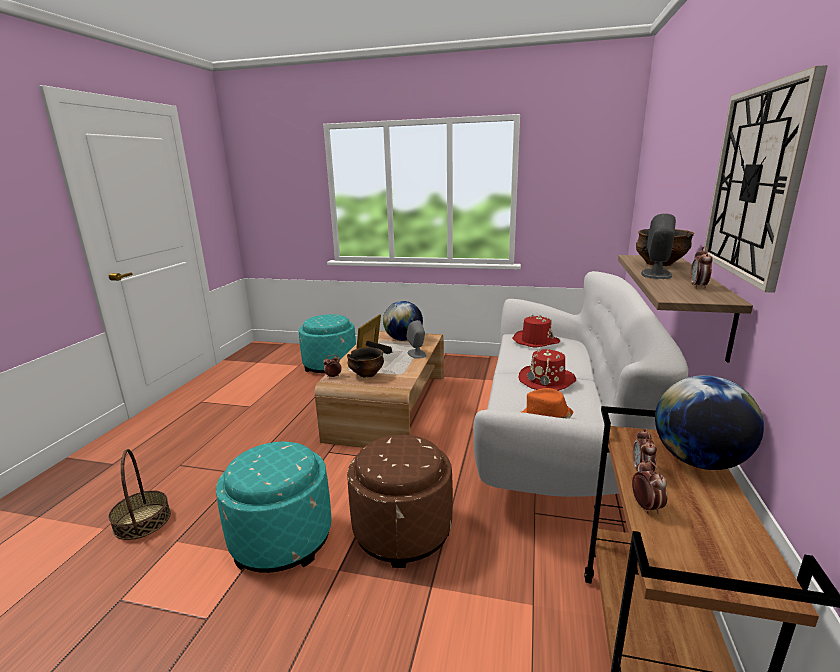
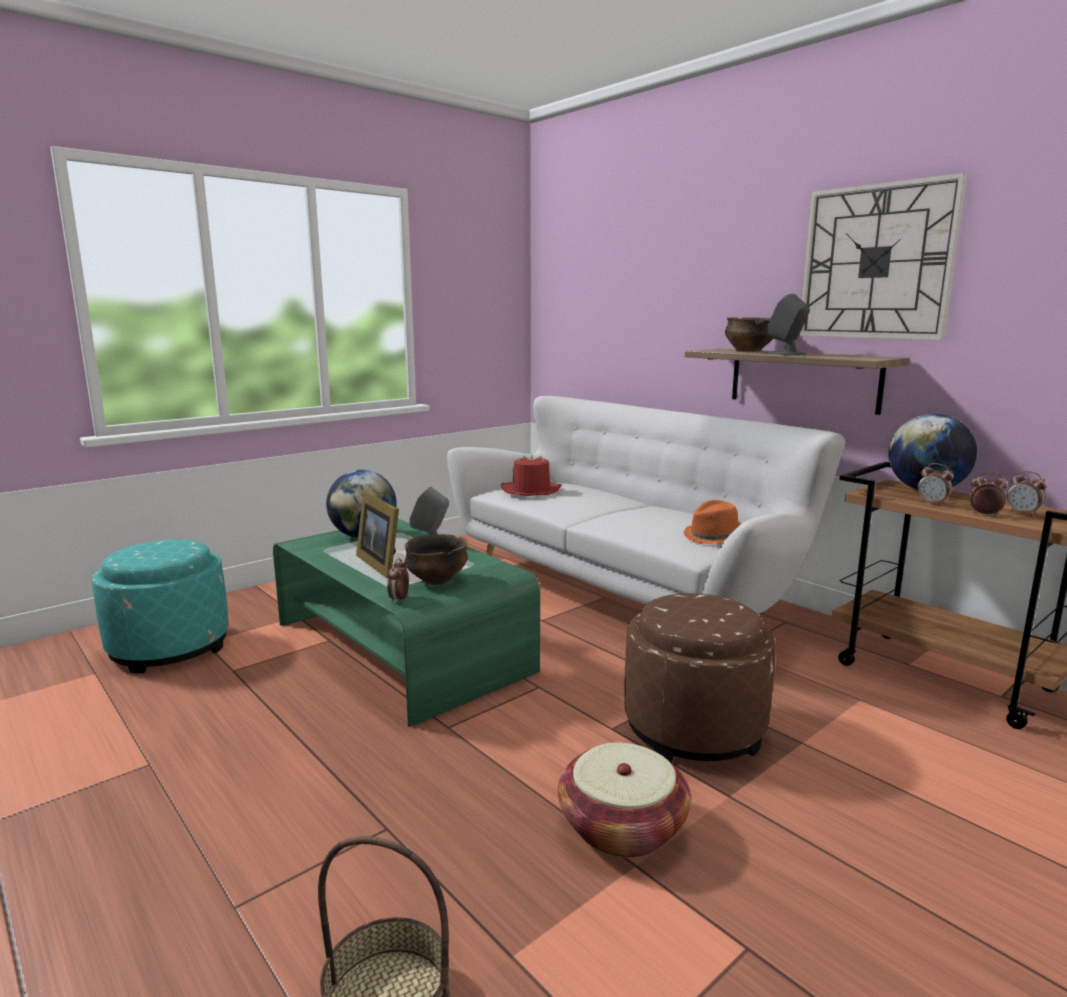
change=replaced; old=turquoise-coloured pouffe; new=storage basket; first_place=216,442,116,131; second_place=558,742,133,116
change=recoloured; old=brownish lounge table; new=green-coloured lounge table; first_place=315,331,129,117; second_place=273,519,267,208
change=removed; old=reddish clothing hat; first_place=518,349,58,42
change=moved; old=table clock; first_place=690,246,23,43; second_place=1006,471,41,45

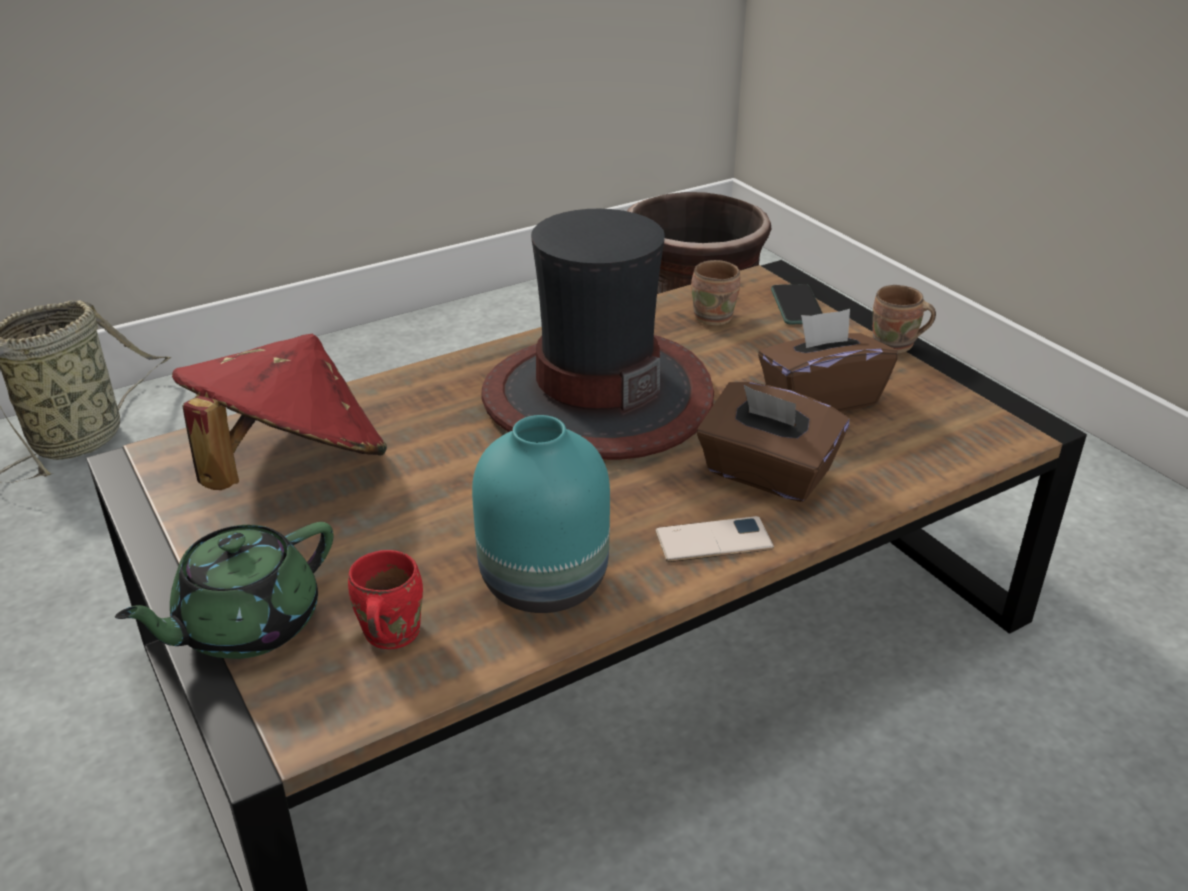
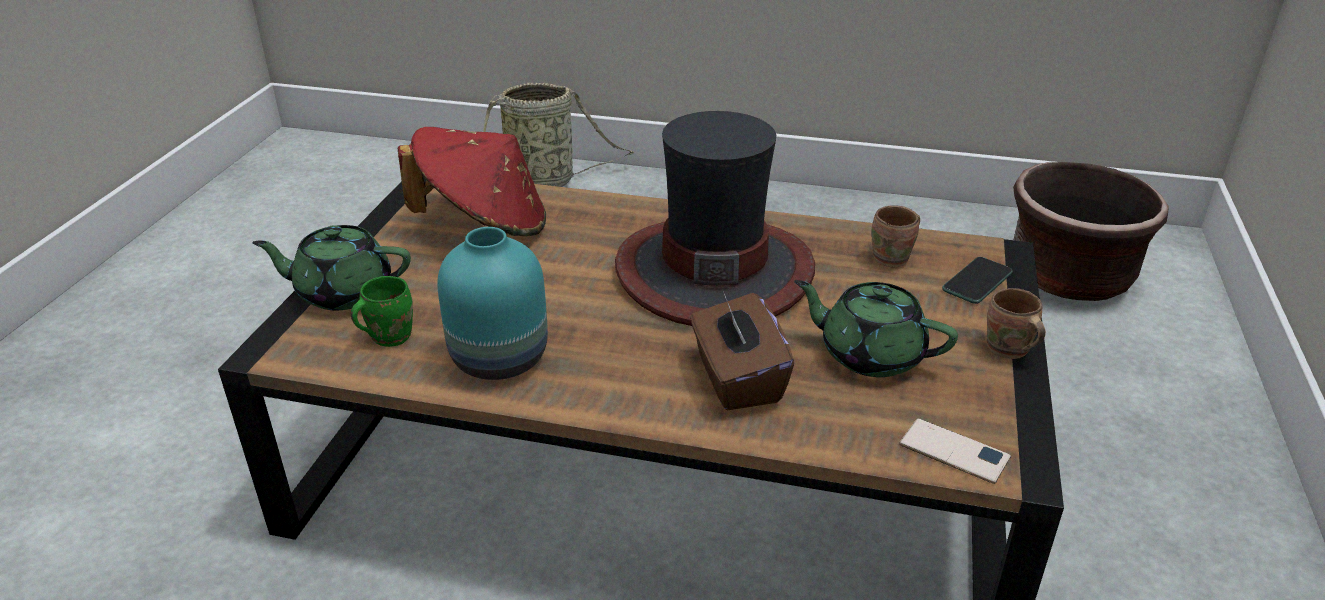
change=recoloured; old=reddish coffee mug; new=green-coloured coffee mug; first_place=348,550,75,99; second_place=351,276,62,71
change=moved; old=telephone; first_place=655,516,119,46; second_place=899,418,112,66
change=replaced; old=brownish tissue holder; new=green-coloured teapot; first_place=758,309,140,103; second_place=794,280,164,97

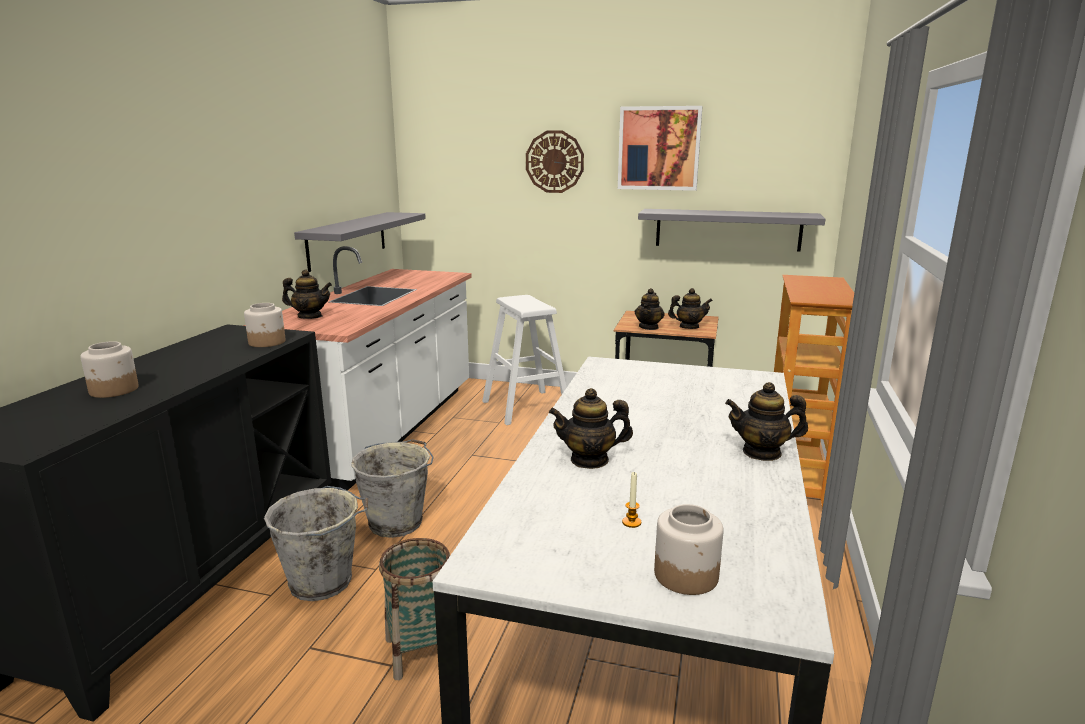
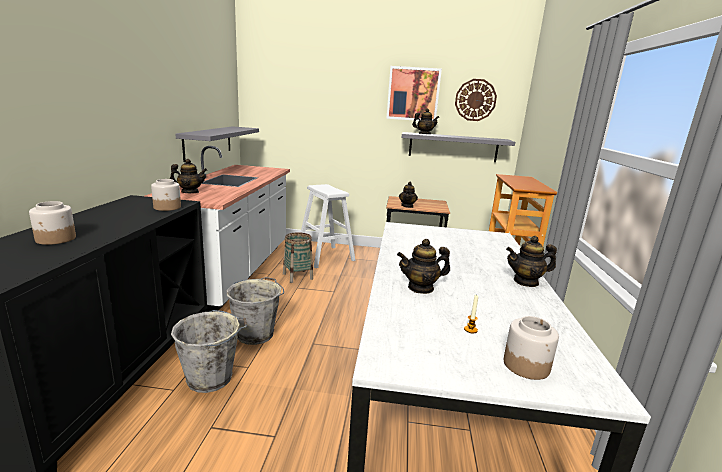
change=moved; old=storage basket; first_place=379,538,71,142; second_place=283,232,30,51
change=moved; old=wall clock; first_place=526,131,58,62; second_place=455,79,42,42
change=moved; old=teapot; first_place=668,288,45,41; second_place=412,109,27,25

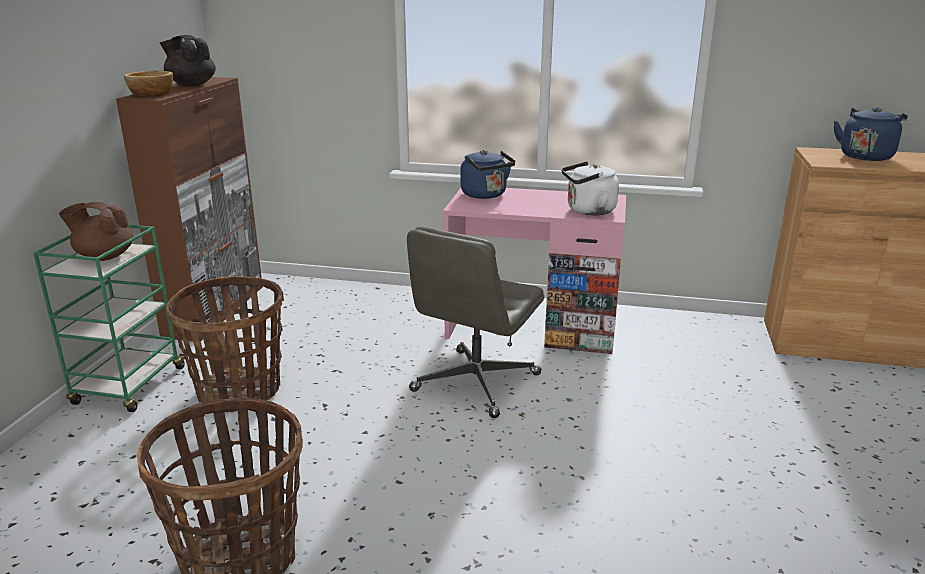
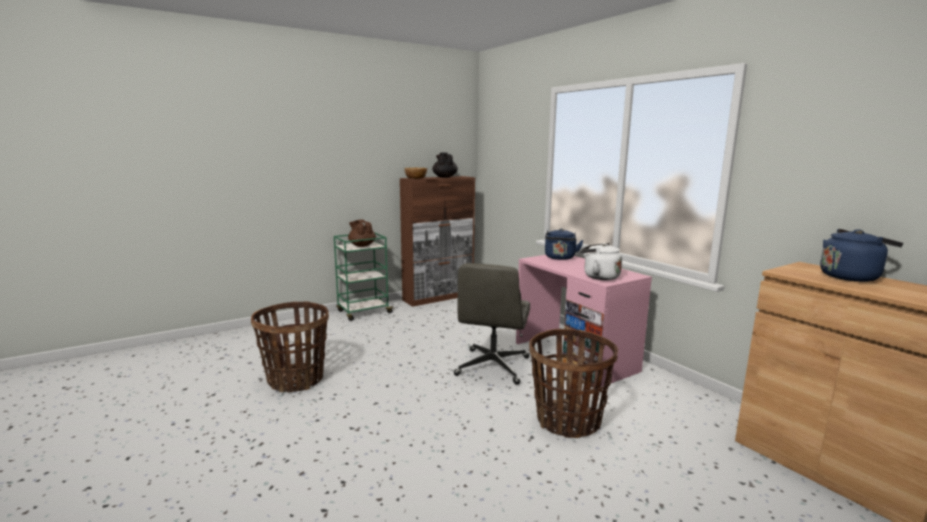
change=moved; old=storage basket; first_place=166,276,118,136; second_place=529,329,89,109
change=turned; old=gray office chair; first_place=407,227,137,191; second_place=454,263,76,122; degrees=-60

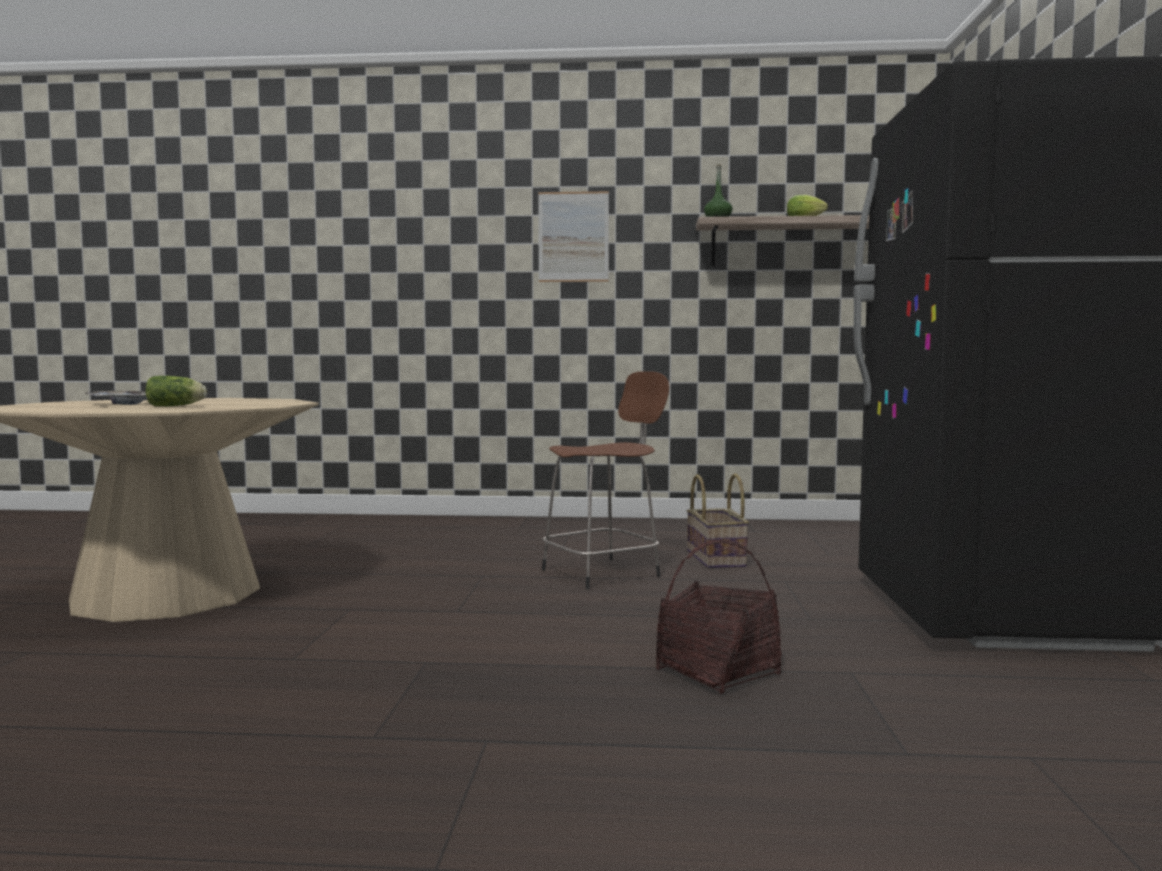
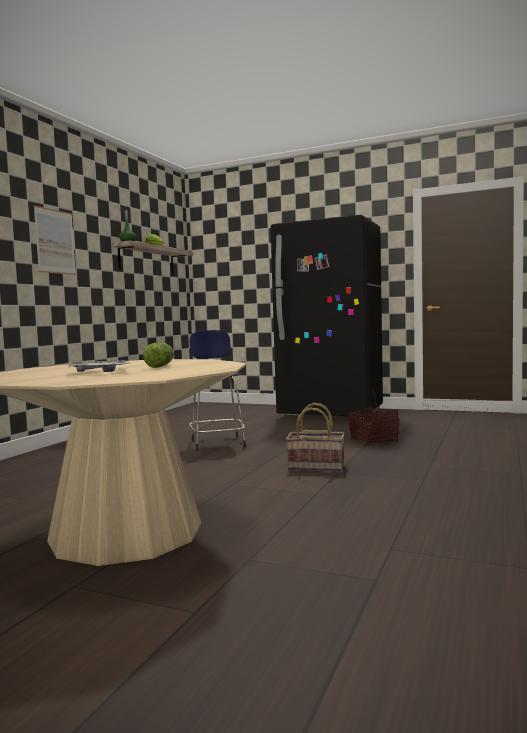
change=recoloured; old=brownish sitting stool; new=blue sitting stool; first_place=542,371,127,218; second_place=189,330,57,121
change=moved; old=storage basket; first_place=687,473,62,95; second_place=286,403,58,68

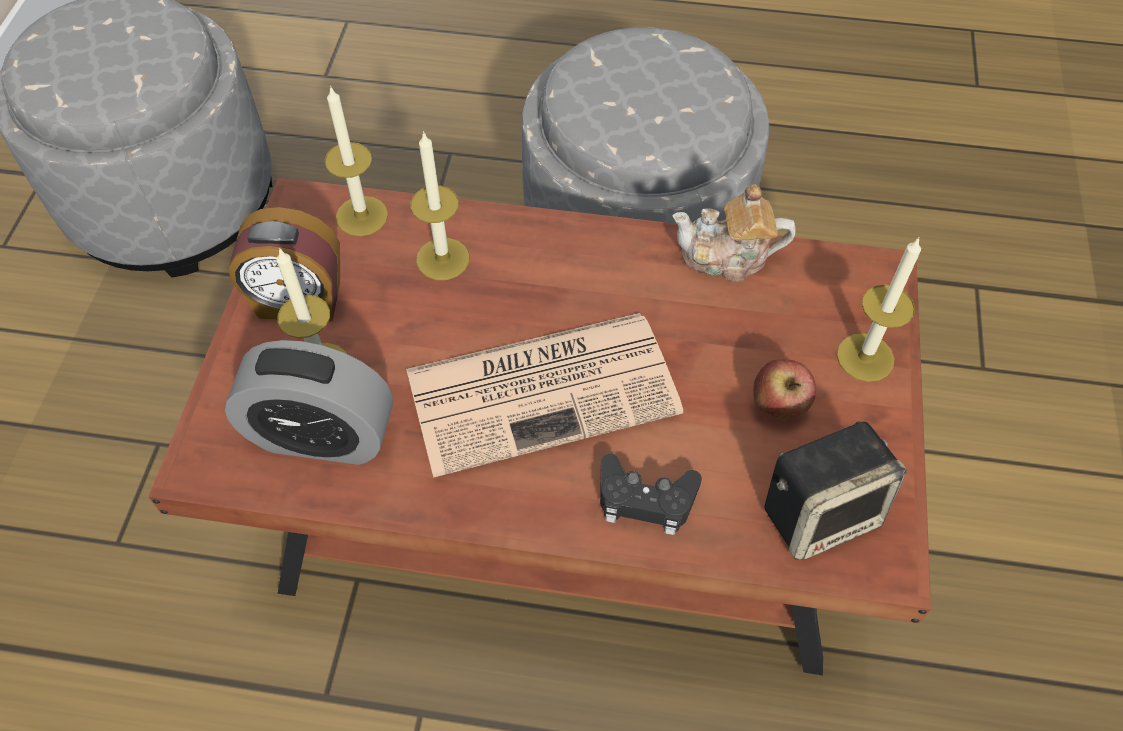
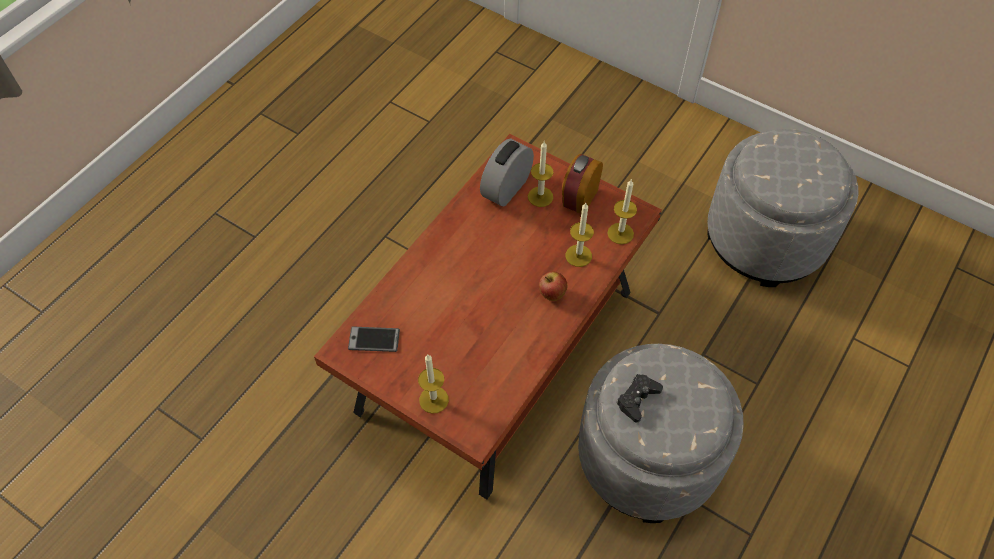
change=removed; old=daily paper; first_place=406,313,277,165
change=moved; old=blackish game controller; first_place=600,454,102,81; second_place=616,374,47,49
change=removed; old=teapot; first_place=672,184,124,98
change=moved; old=apple; first_place=753,359,63,61; second_place=539,271,29,30
change=replaced; old=loudspeaker; new=telephone; first_place=764,421,143,139; second_place=348,326,52,26

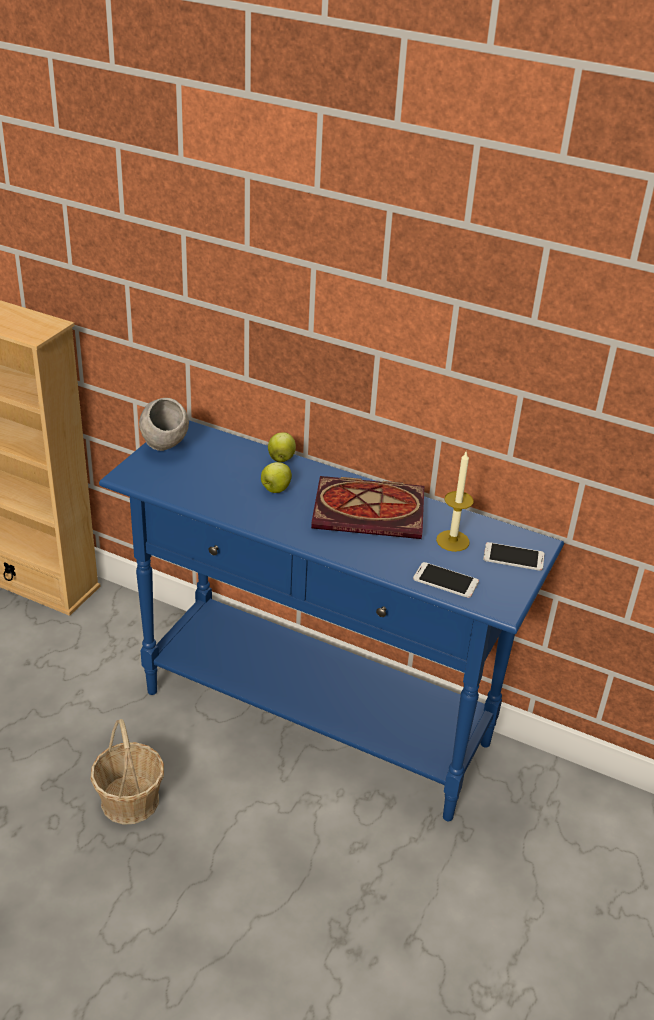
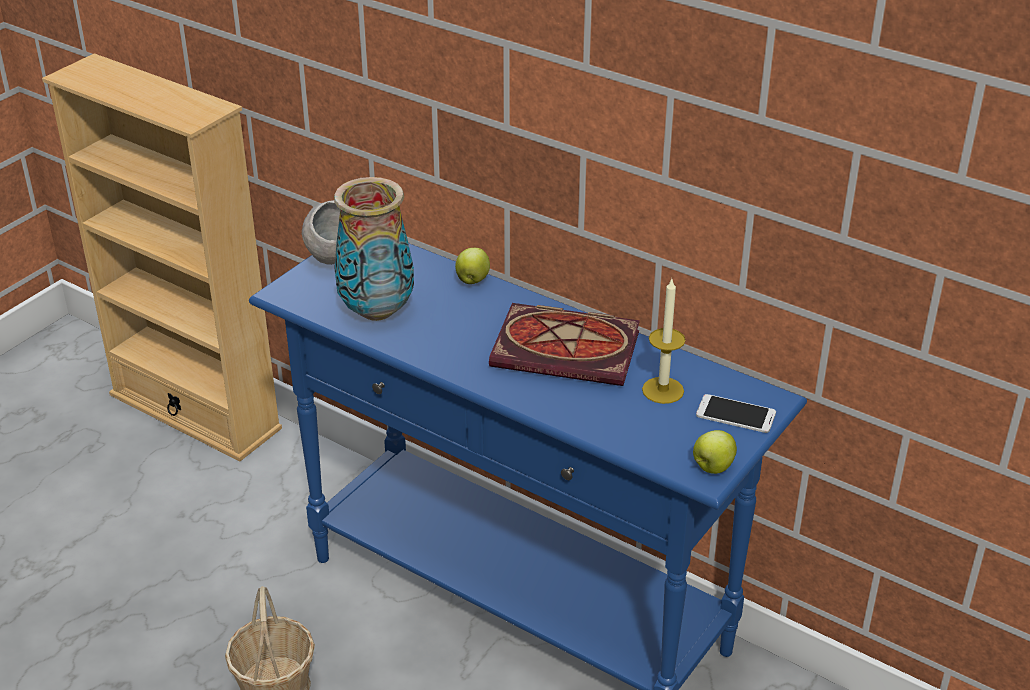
change=moved; old=apple; first_place=261,462,31,31; second_place=693,430,44,44
change=removed; old=telephone; first_place=413,562,66,36
change=added; new=vase; second_place=334,177,80,144

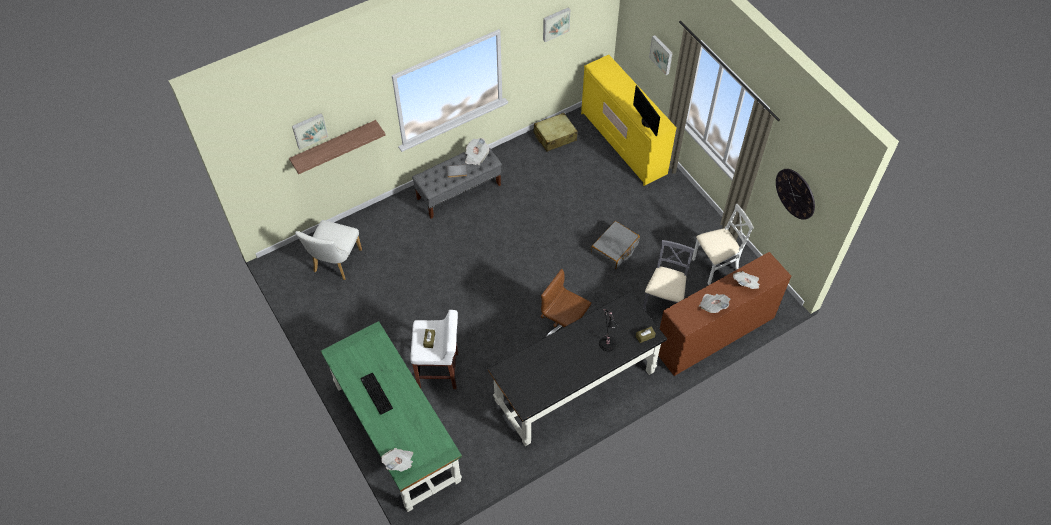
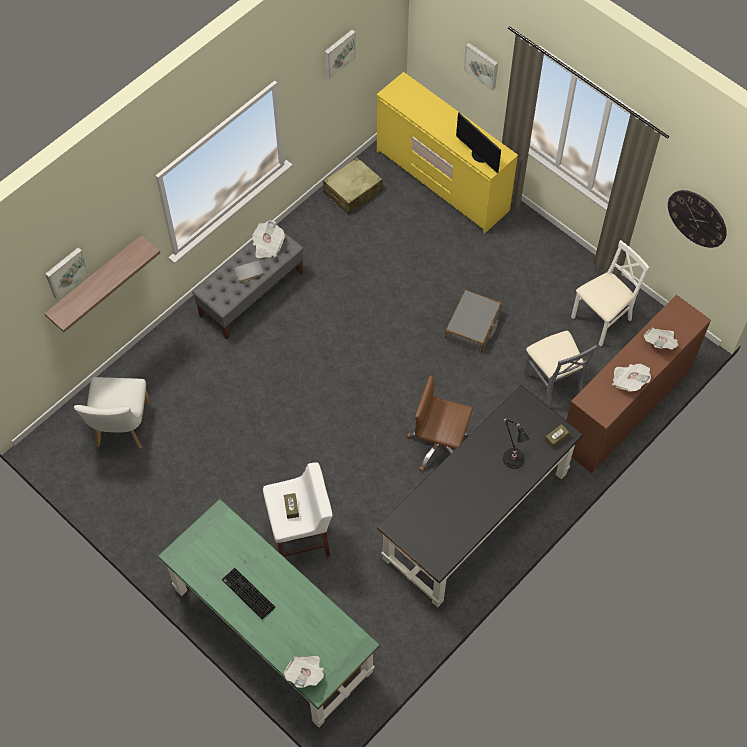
change=turned; old=gray plain chair; first_place=643,240,51,70; second_place=523,331,74,77; degrees=150

